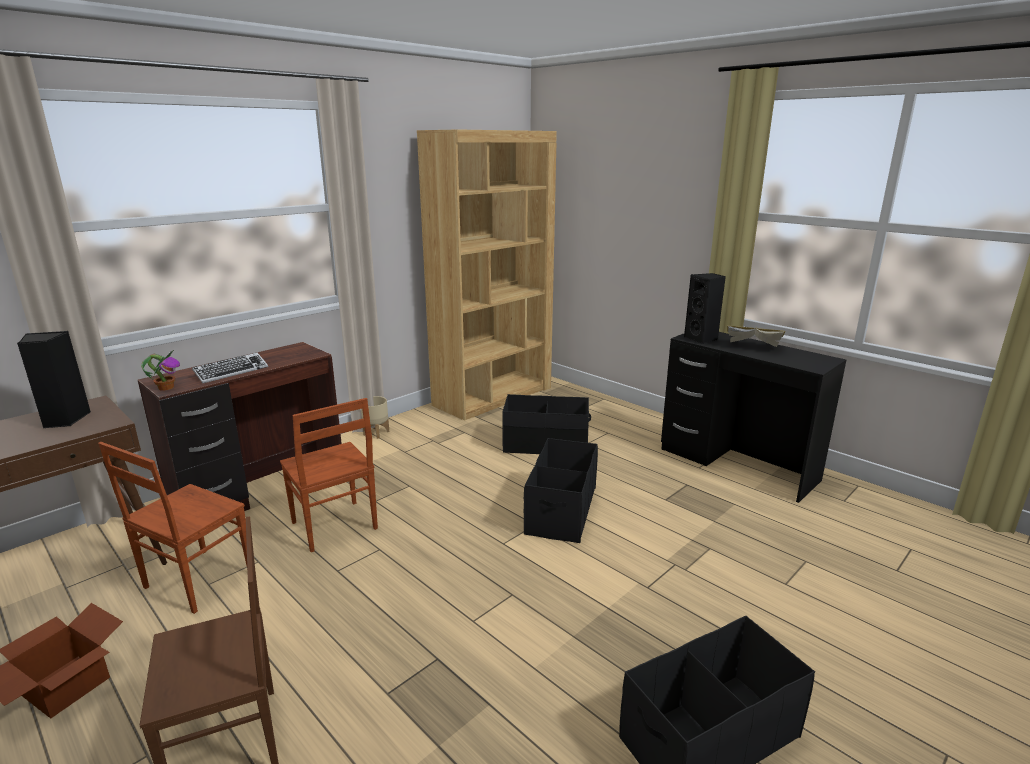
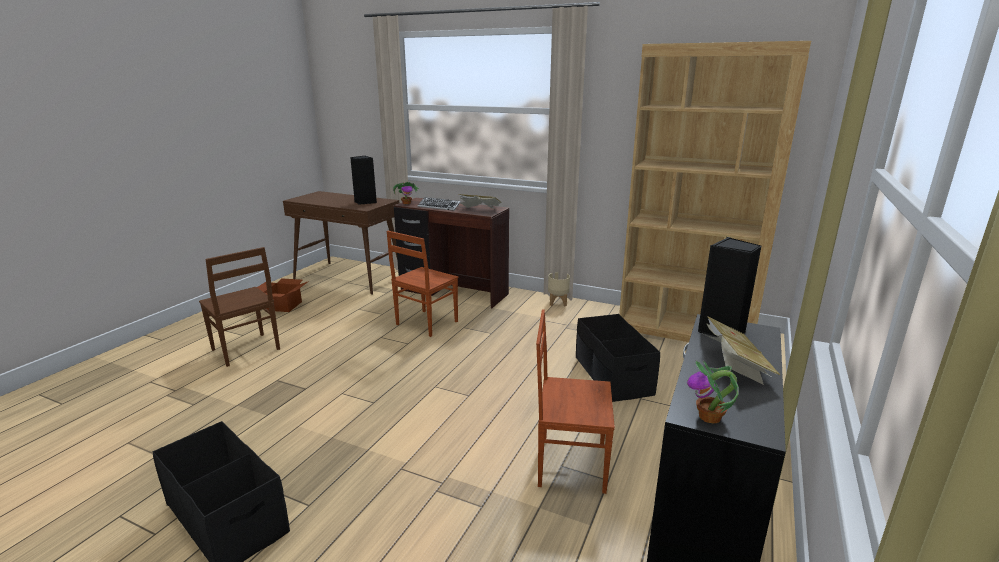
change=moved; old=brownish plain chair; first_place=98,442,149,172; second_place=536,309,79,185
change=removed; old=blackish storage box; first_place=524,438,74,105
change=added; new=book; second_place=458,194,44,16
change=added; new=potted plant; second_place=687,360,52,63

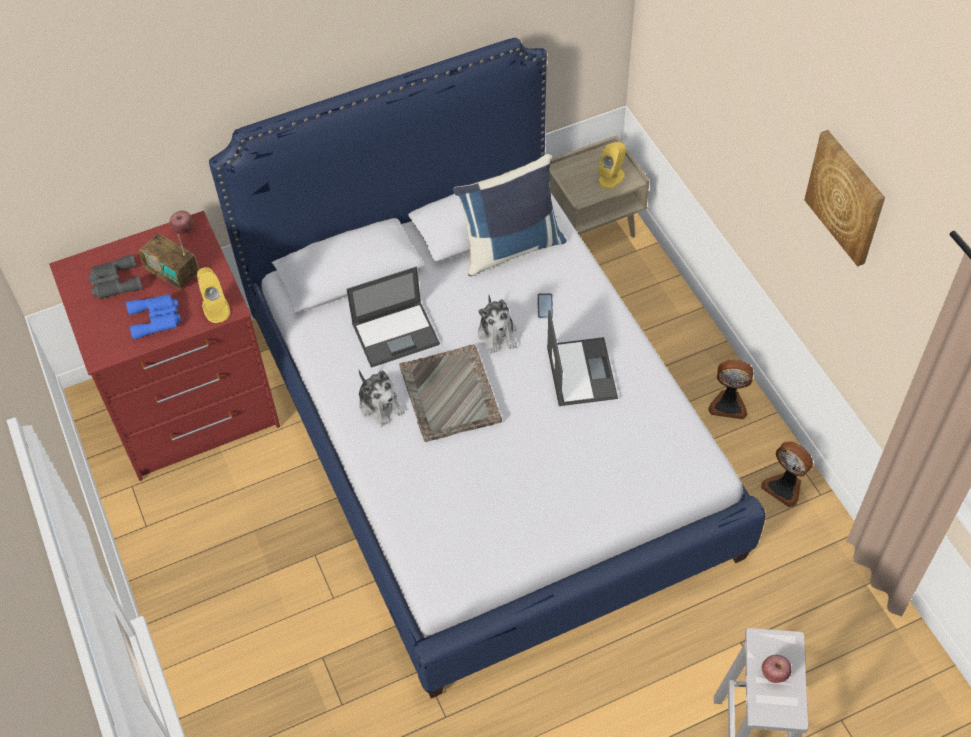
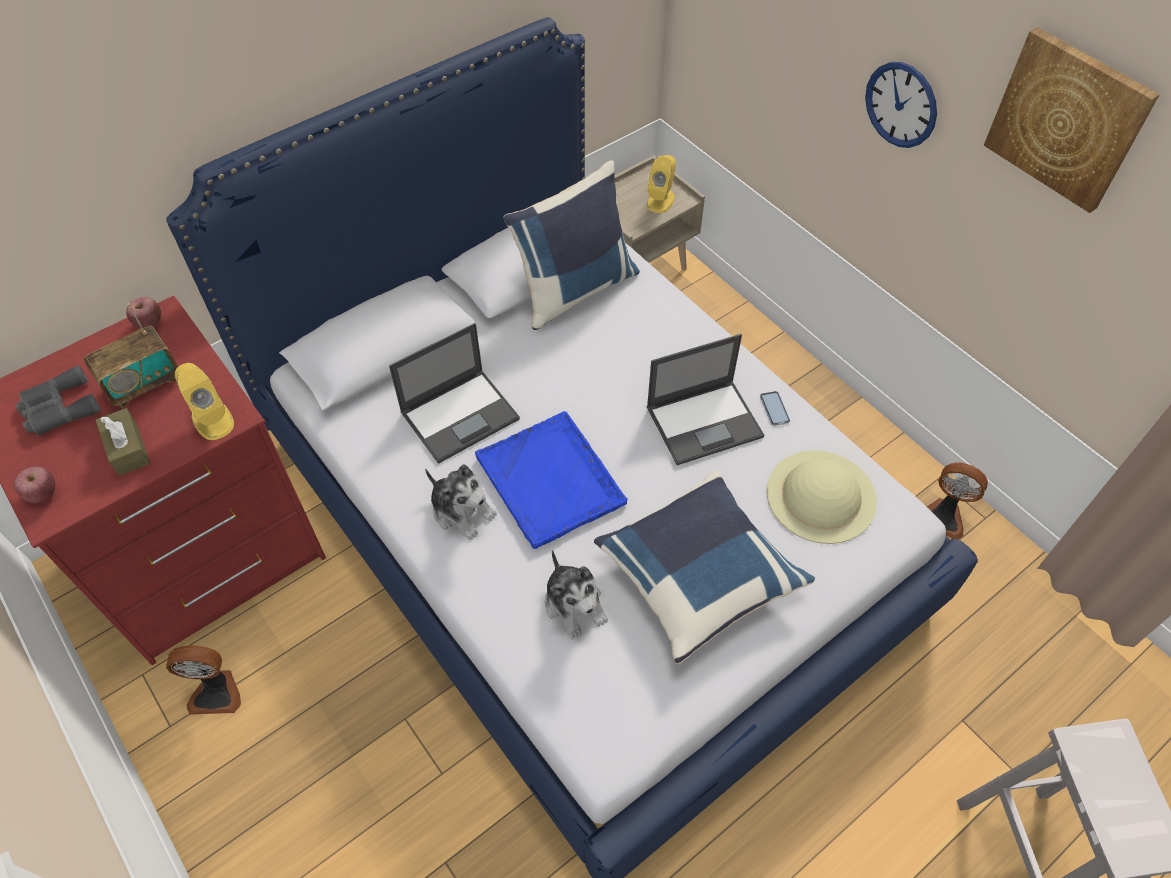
change=replaced; old=blue binoculars; new=brownish tissue holder; first_place=126,294,55,45; second_place=95,408,55,68
change=turned; old=radio; first_place=138,233,61,58; second_place=84,303,94,105; degrees=-60
change=recoloured; old=gray serving tray; new=blue serving tray; first_place=399,344,103,98; second_place=475,411,153,138
change=moved; old=cuddly toy; first_place=478,295,39,58; second_place=545,550,63,90
change=moved; old=telephone; first_place=537,293,16,26; second_place=760,391,30,35
change=turned; old=laptop; first_place=547,310,71,96; second_place=647,334,117,131; degrees=90
change=moved; old=fan; first_place=708,360,45,59; second_place=166,645,75,70
change=moved; old=apple; first_place=762,655,29,28; second_place=14,466,41,37
change=added; new=blue cushion; second_place=594,470,221,194
change=added; new=beige-coloured clothing hat; second_place=767,450,110,94
change=added; new=wall clock; second_place=865,62,72,86

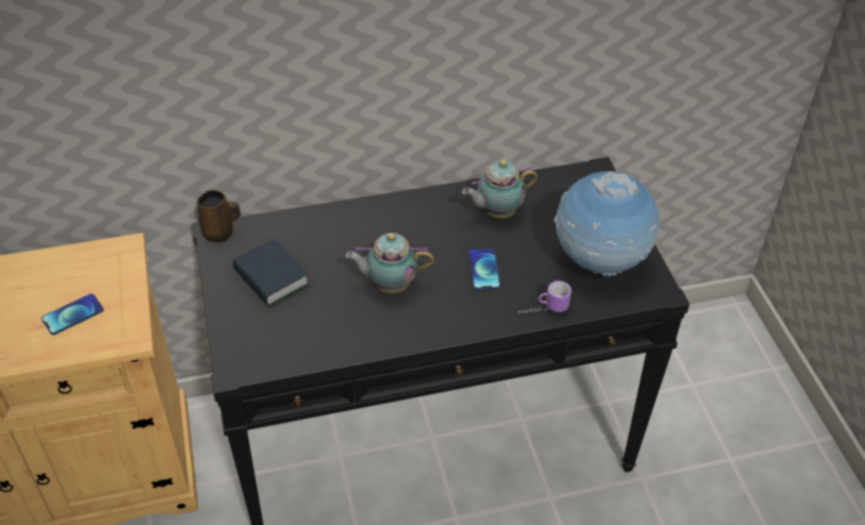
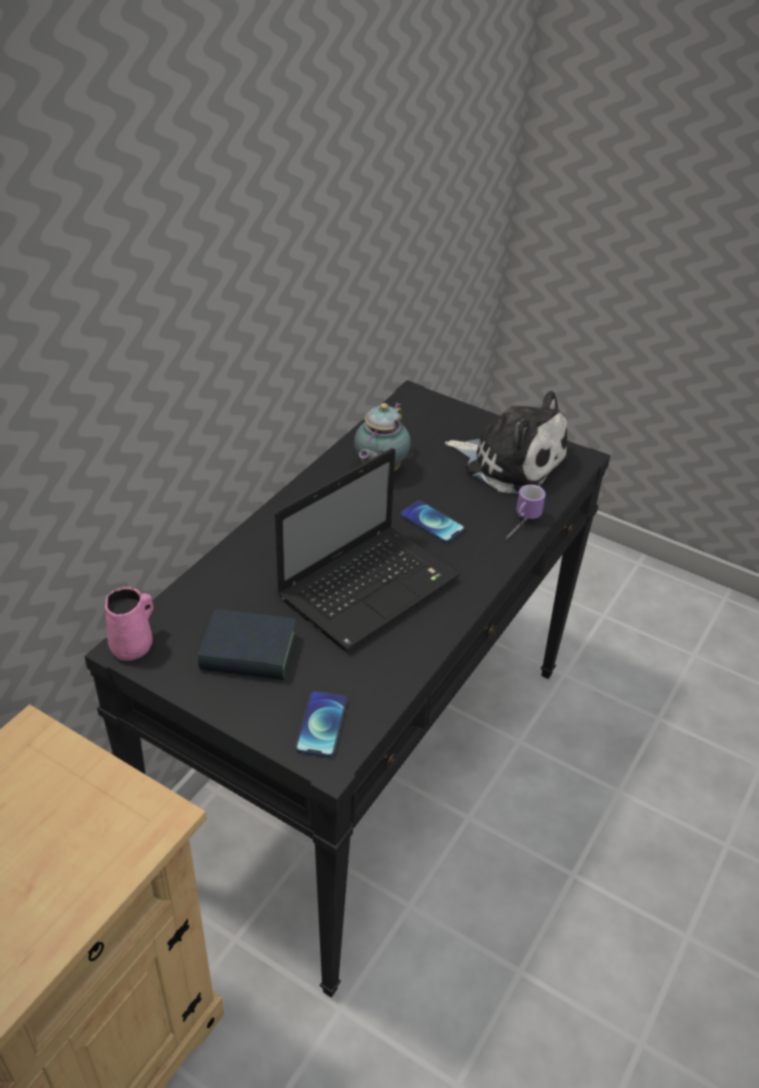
change=moved; old=telephone; first_place=41,294,63,41; second_place=296,691,51,67
change=recoloured; old=brownish coffee mug; new=pinkish coffee mug; first_place=197,190,44,52; second_place=105,587,49,74
change=replaced; old=teapot; new=laptop; first_place=346,233,88,61; second_place=275,448,185,203
change=replaced; old=world globe; new=cuddly toy; first_place=554,171,106,106; second_place=445,391,123,104

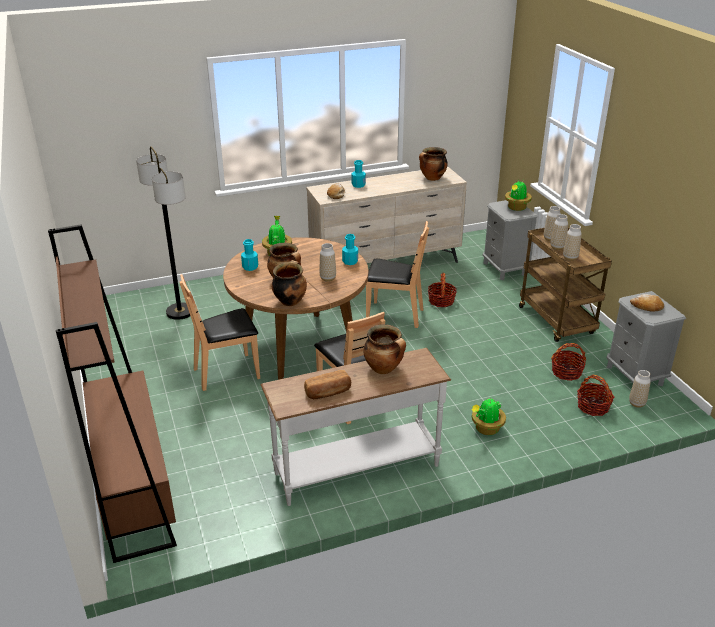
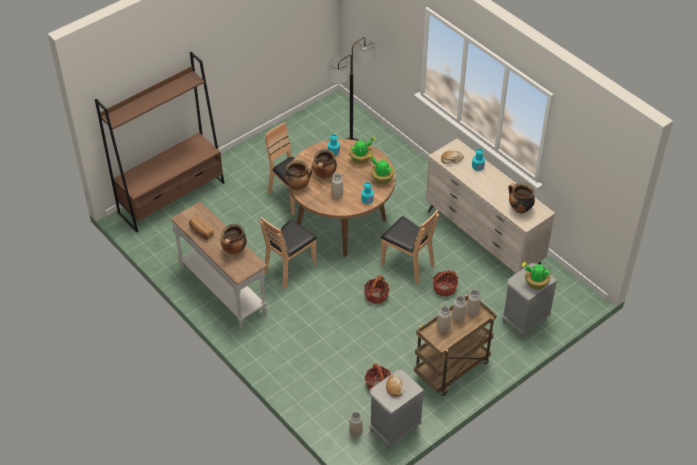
change=turned; old=brownish plain chair; first_place=366,221,63,107; second_place=381,209,58,74; degrees=-45
change=moved; old=potted plant; first_place=472,398,34,37; second_place=369,154,25,30
change=moved; old=storage basket; first_place=577,375,38,41; second_place=364,275,25,29

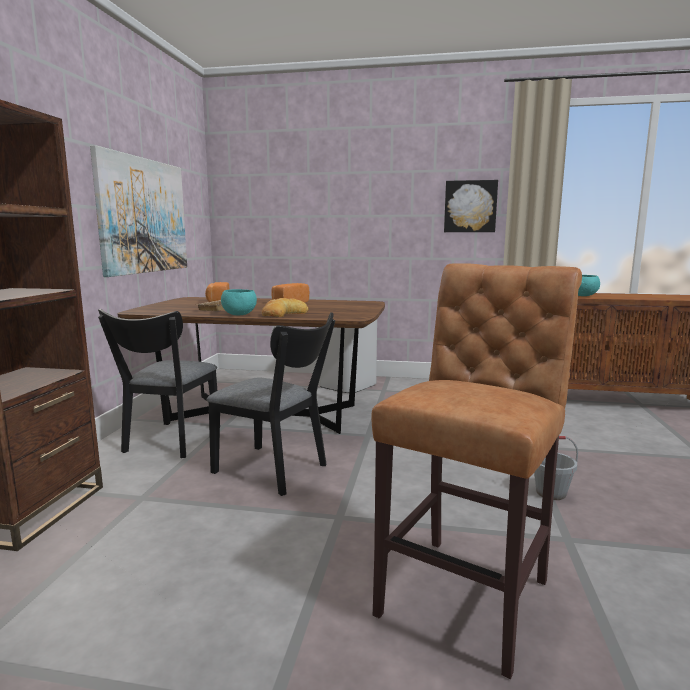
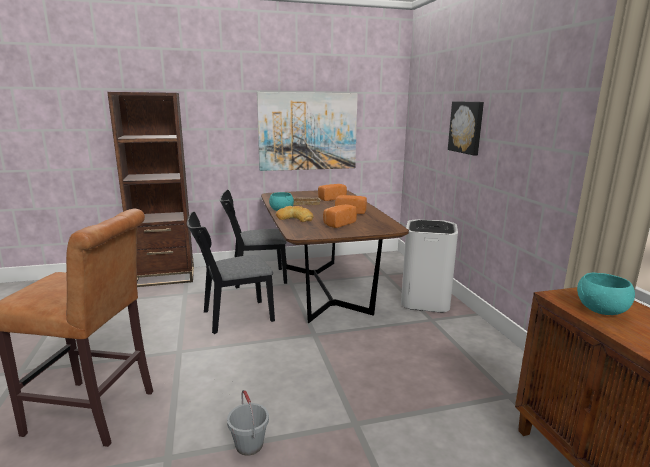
change=turned; old=blackish plain chair; first_place=207,312,128,184; second_place=187,212,88,122; degrees=60
change=moved; old=wall art; first_place=444,180,54,52; second_place=448,101,36,55
change=added; new=baked bread; second_place=323,204,34,24

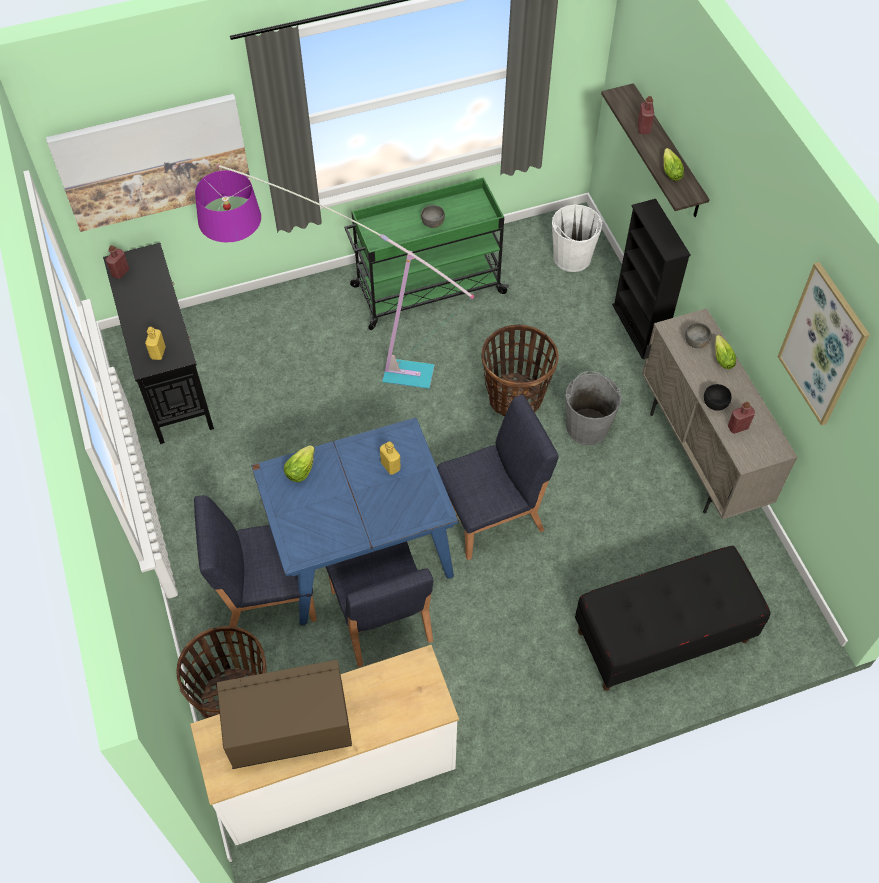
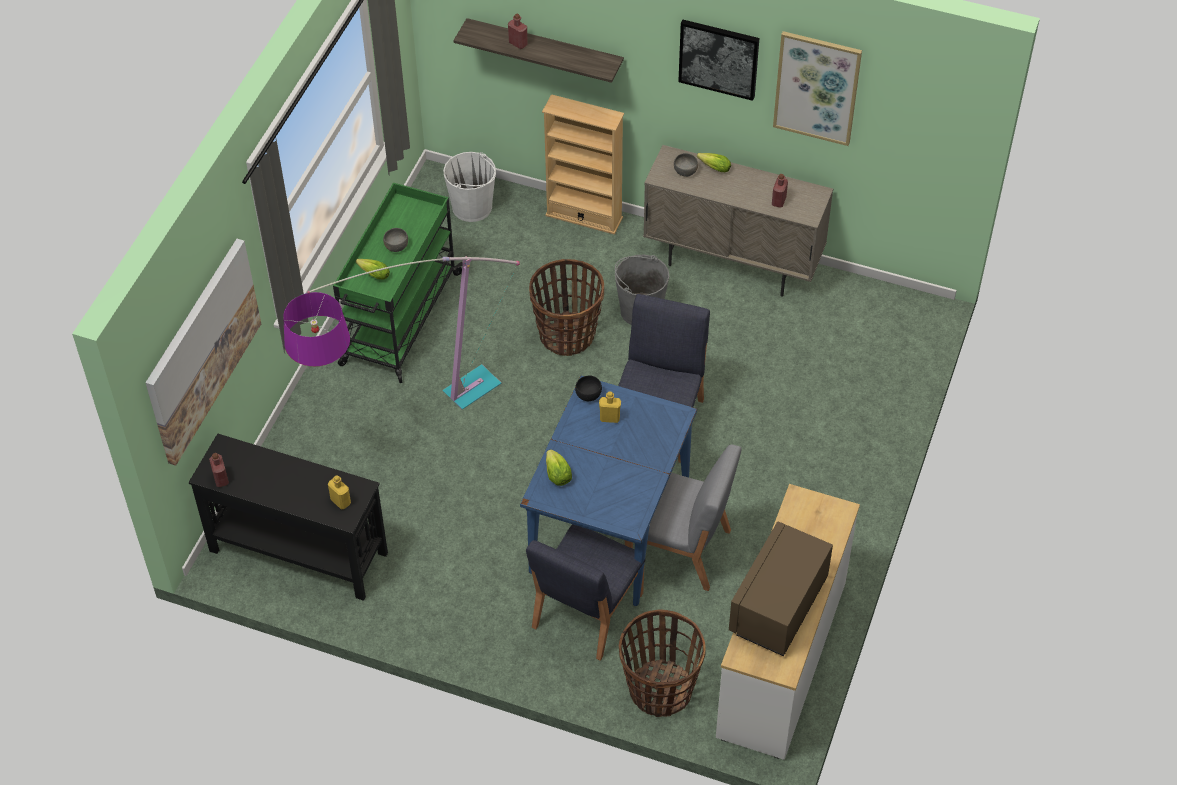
change=recoloured; old=blue plain chair; new=gray plain chair; first_place=326,541,108,126; second_place=625,444,116,147
change=removed; old=blackish bench; first_place=575,546,196,145
change=recoloured; old=blackish bookshelf; new=beige-coloured bookshelf; first_place=612,199,79,160; second_place=542,94,82,141
change=moved; old=lettuce head; first_place=664,148,20,33; second_place=355,259,35,21
change=moved; old=blackish deep dish; first_place=704,384,28,27; second_place=575,375,27,26
change=added; new=wall art; second_place=678,20,81,81

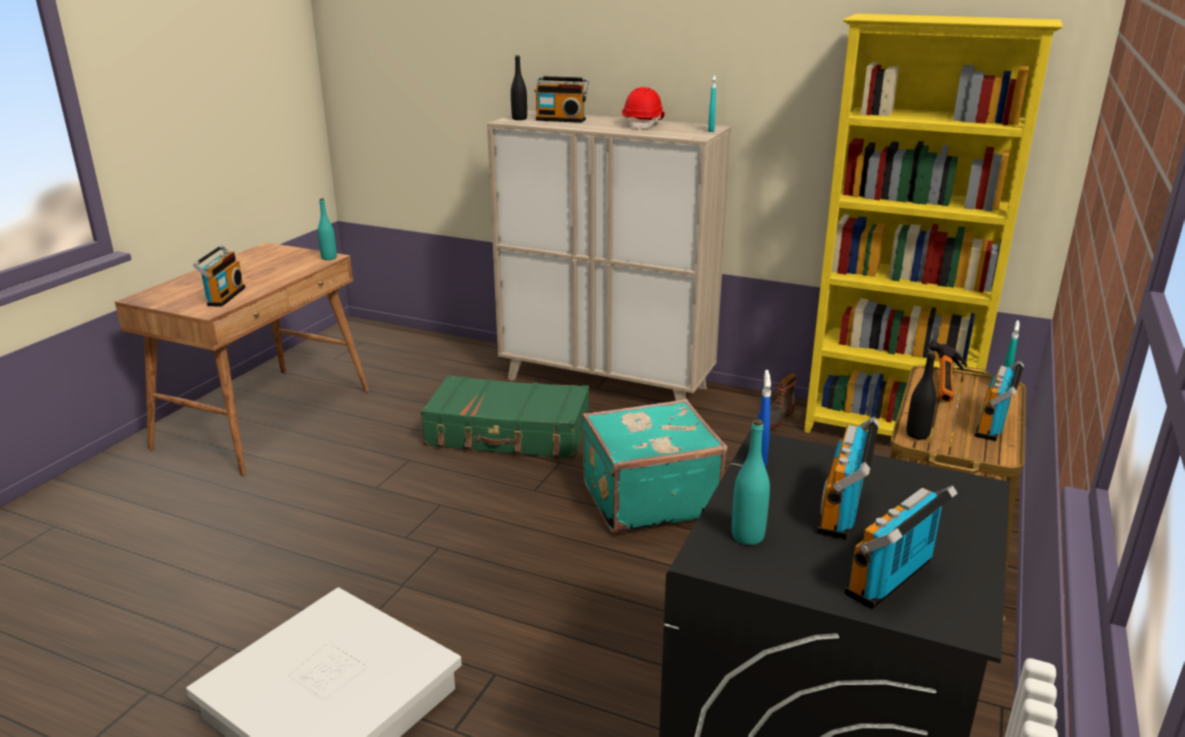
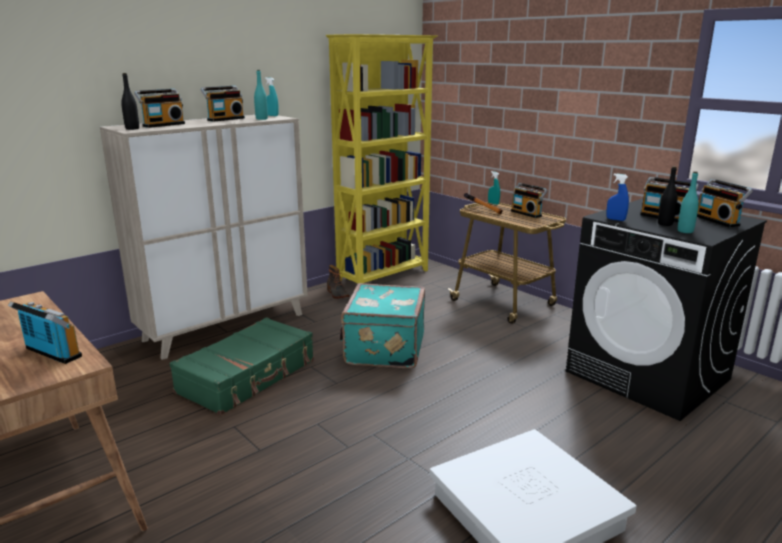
change=moved; old=turquoise-coloured bottle; first_place=318,198,19,62; second_place=254,70,14,50
change=replaced; old=reddish hard hat; new=radio; first_place=622,87,42,43; second_place=201,86,44,36
change=moved; old=blackish bottle; first_place=906,351,30,89; second_place=658,166,20,60

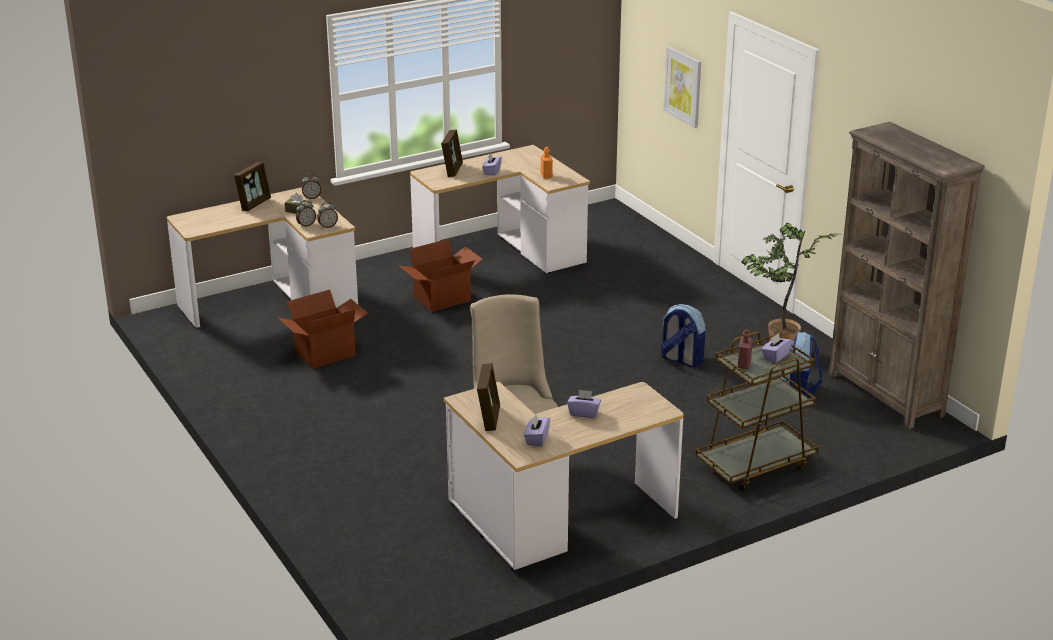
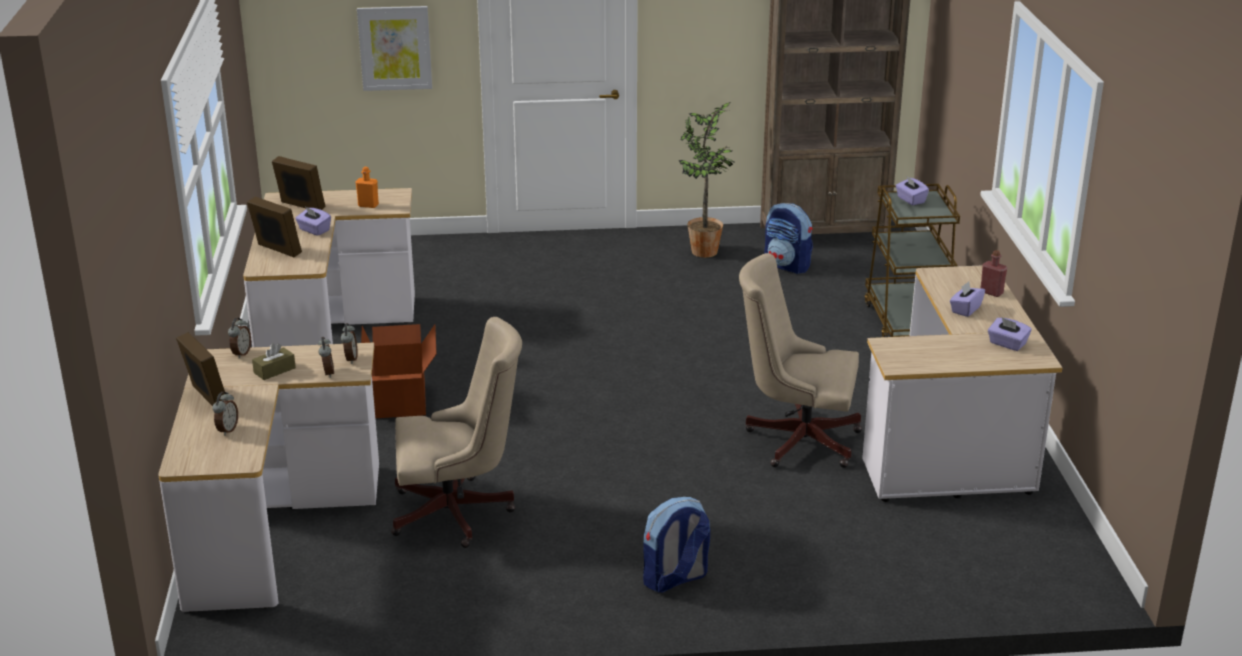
change=replaced; old=carton; new=beige-coloured office chair; first_place=277,290,91,79; second_place=391,317,131,231
change=moved; old=photo frame; first_place=477,363,23,68; second_place=272,156,54,54
change=moved; old=backpack; first_place=660,304,46,64; second_place=643,497,67,96
change=moved; old=reddish bottle; first_place=738,329,15,40; second_place=980,250,27,47
change=added; new=table clock; second_place=212,392,26,44

